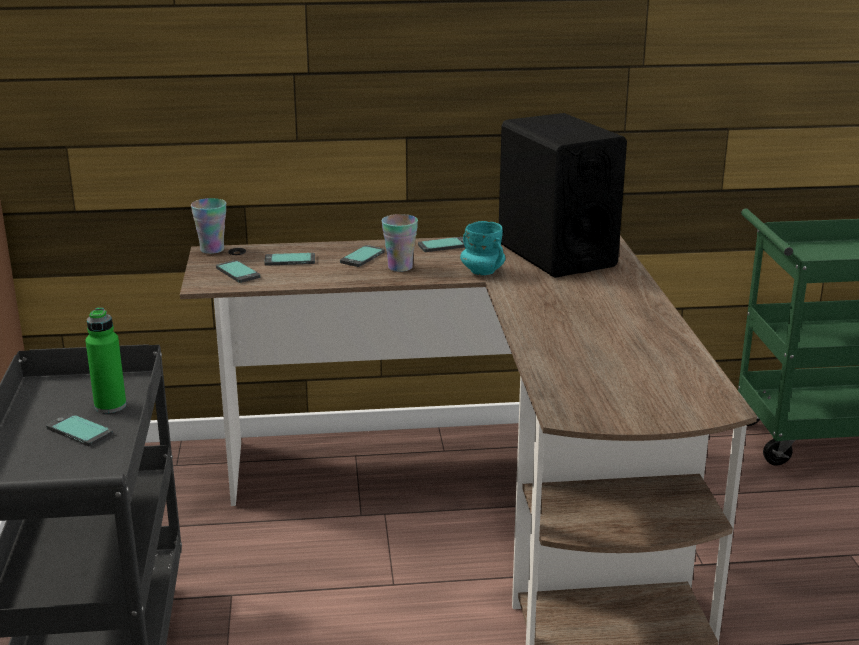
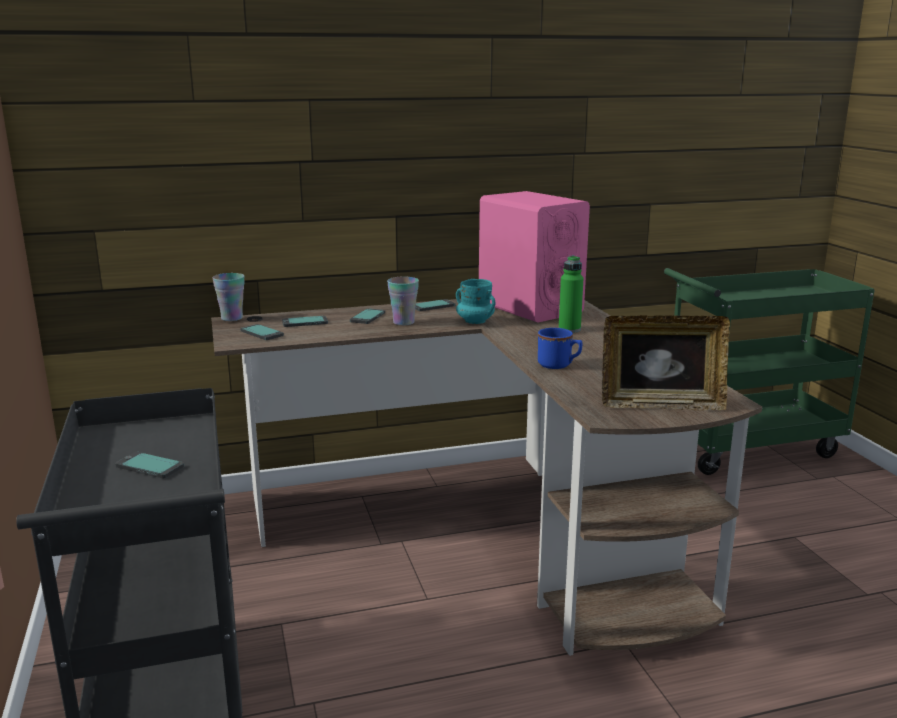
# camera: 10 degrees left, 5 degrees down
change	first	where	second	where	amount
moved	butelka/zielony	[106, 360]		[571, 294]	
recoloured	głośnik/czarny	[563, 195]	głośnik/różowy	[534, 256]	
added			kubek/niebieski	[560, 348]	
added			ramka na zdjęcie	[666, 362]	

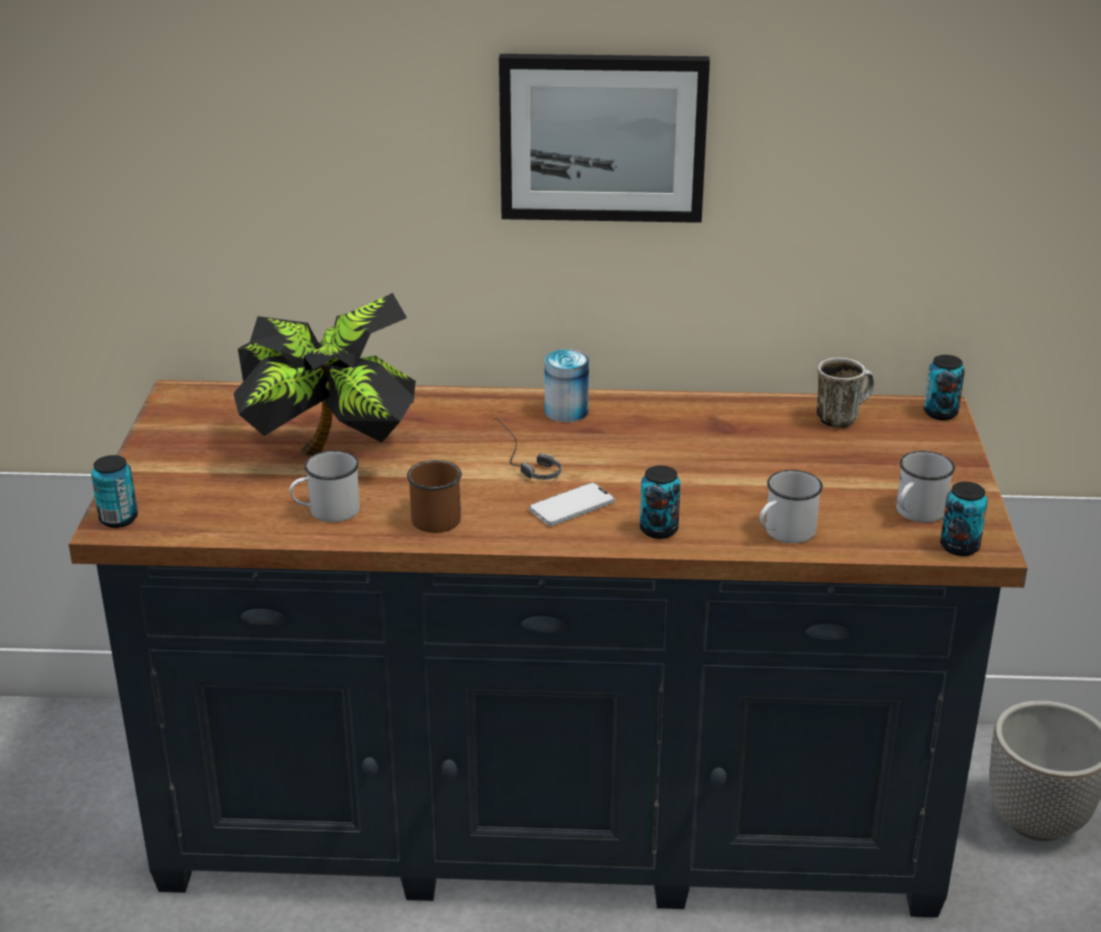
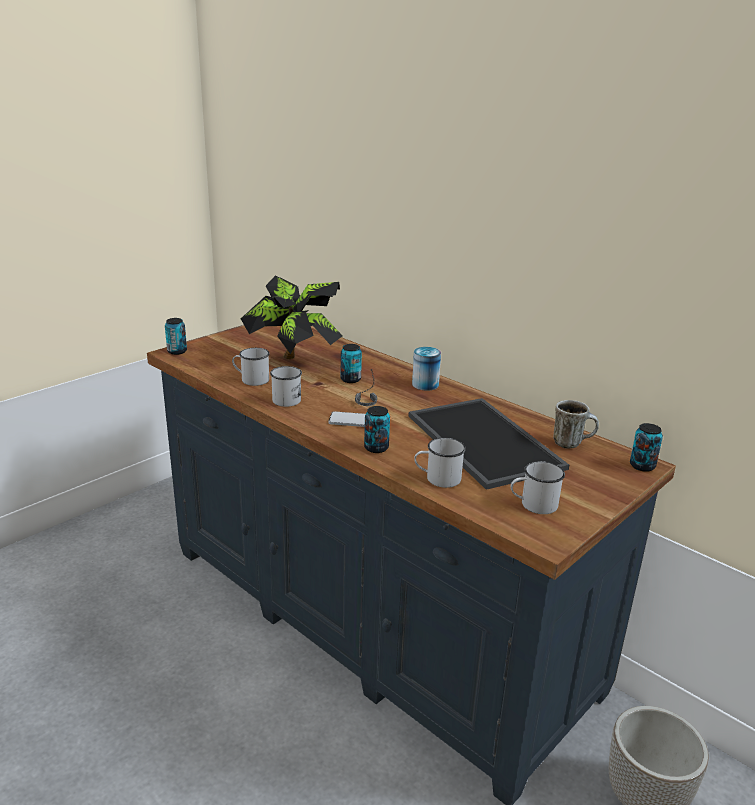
# camera: 40 degrees right, 5 degrees down
change	first	where	second	where	amount
recoloured	kubek/brązowy	[434, 496]	kubek/biały	[286, 386]	
removed	obraz	[604, 138]			
moved	puszka	[964, 519]		[351, 363]	
added			taca	[489, 444]	

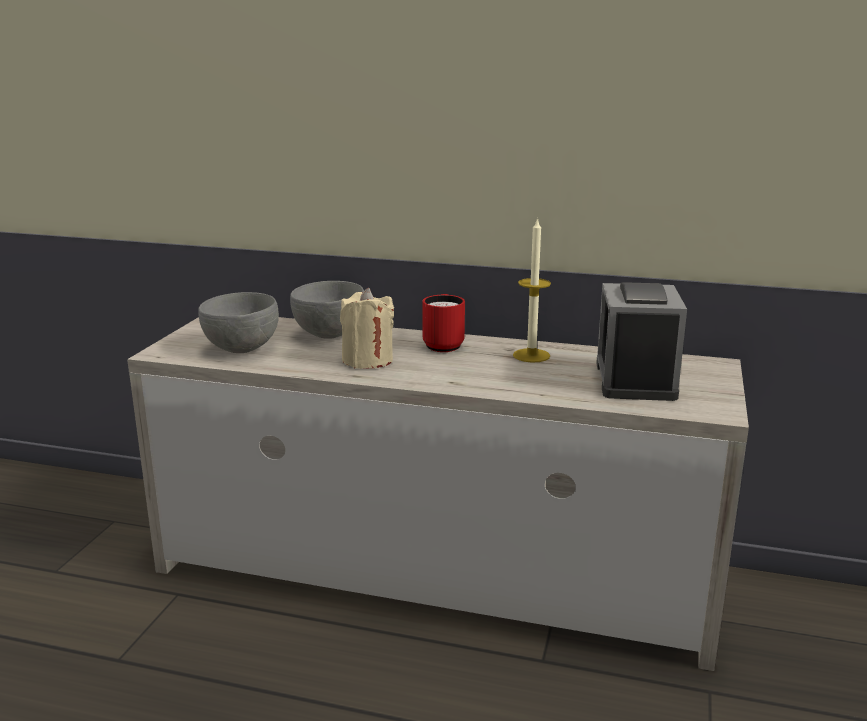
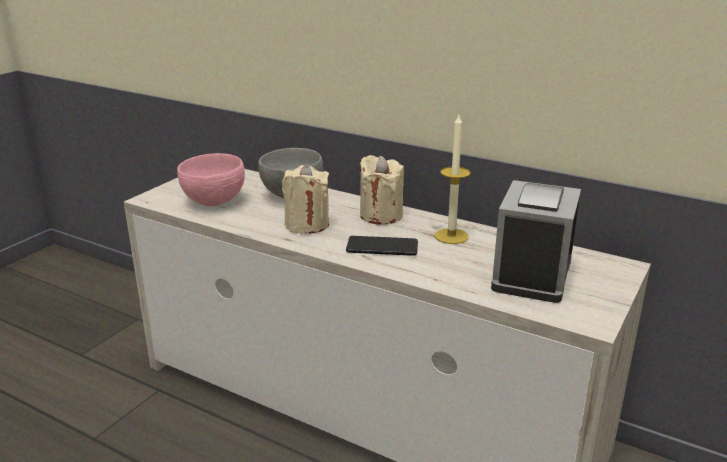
# camera: 15 degrees right, 5 degrees up
change	first	where	second	where	amount
recoloured	miska/szary	[238, 322]	miska/różowy	[211, 179]	
replaced	kubek/czerwony	[443, 323]	świeca/beżowy	[382, 190]	
added			telefon	[382, 246]	

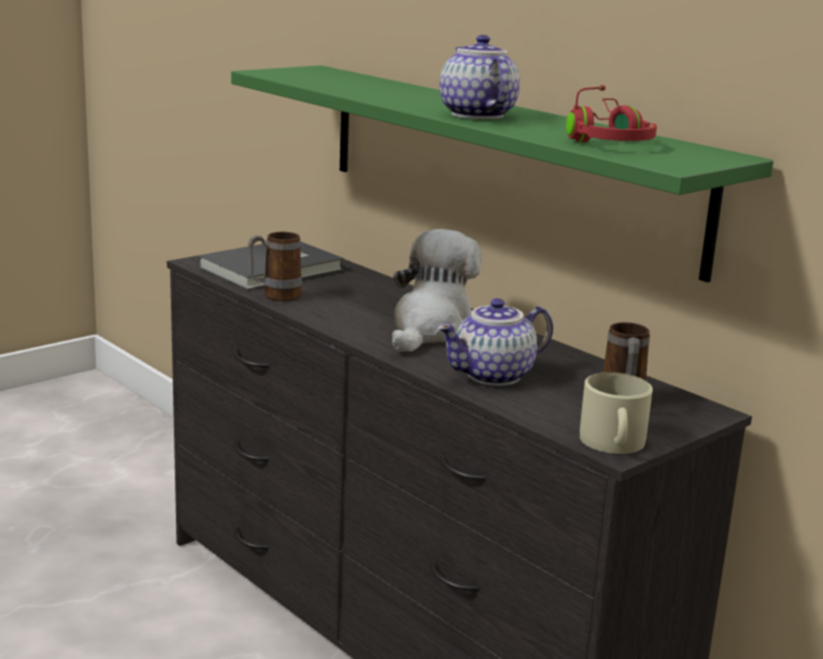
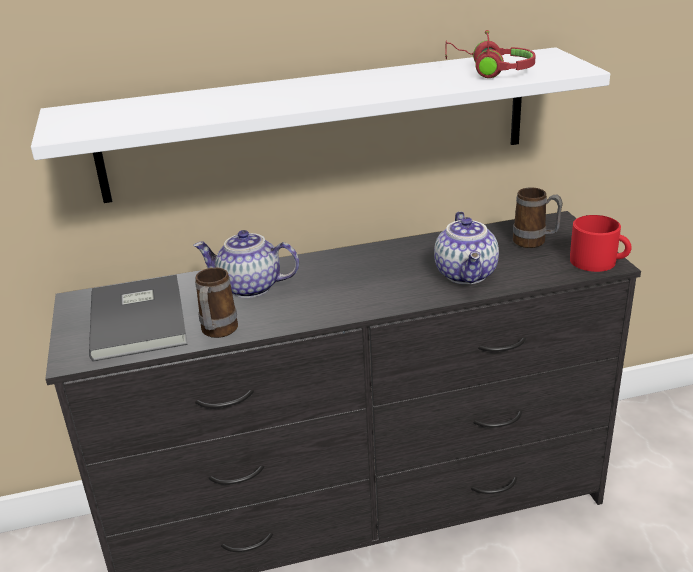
# camera: 60 degrees left, 10 degrees up
change	first	where	second	where	amount
recoloured	półka/zielony	[502, 174]	półka/biały	[320, 125]	
removed	pluszak	[437, 290]			
moved	imbryk	[480, 77]		[246, 264]	
recoloured	kubek/beżowy	[616, 413]	kubek/czerwony	[601, 243]	

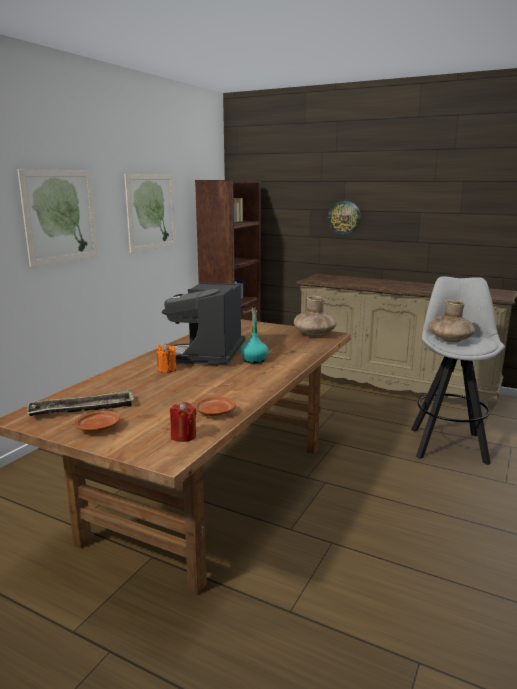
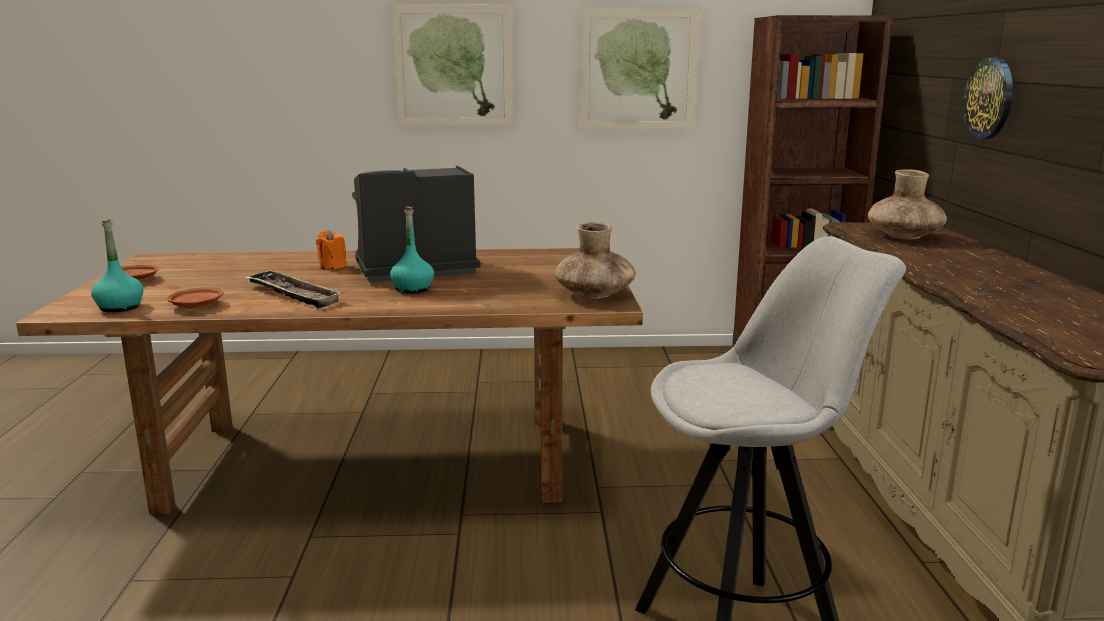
# camera: 60 degrees right, 0 degrees up
change	first	where	second	where	amount
moved	taca	[80, 403]		[293, 288]	
replaced	świeca/czerwony	[183, 422]	butelka/turkusowy	[117, 265]	
moved	wazon/brązowy	[452, 321]		[907, 204]	

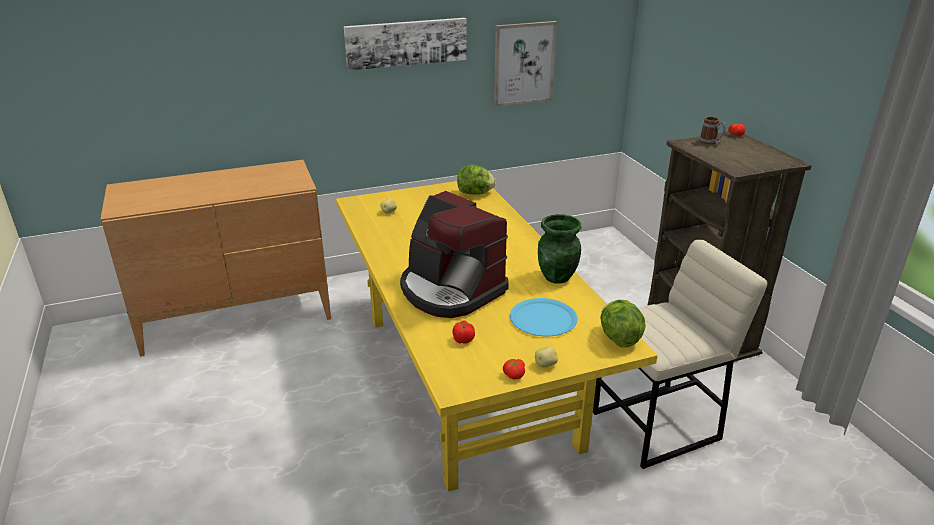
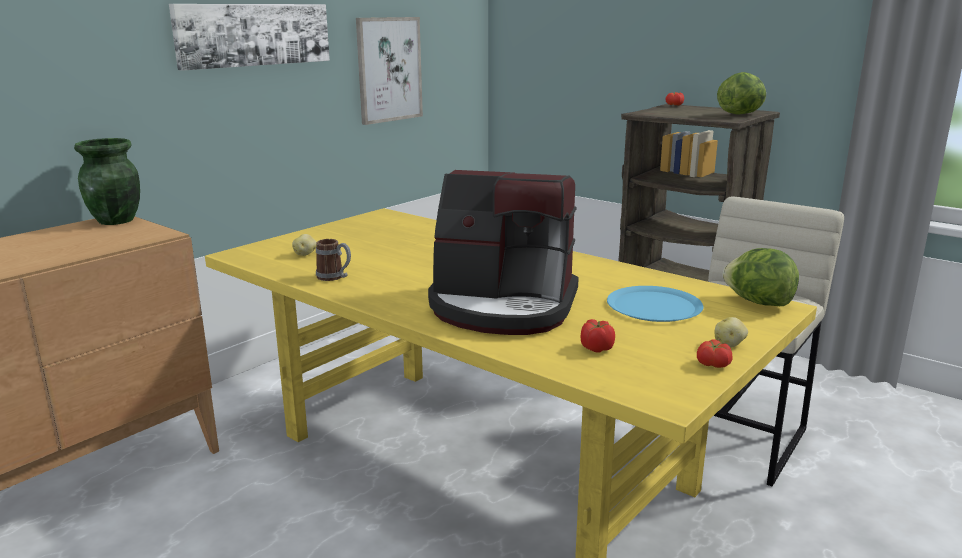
# camera: 30 degrees left, 10 degrees down
change	first	where	second	where	amount
moved	sałata	[476, 180]		[741, 93]	
moved	wazon/zielony	[560, 249]		[107, 181]	
moved	kubek	[712, 131]		[333, 260]	

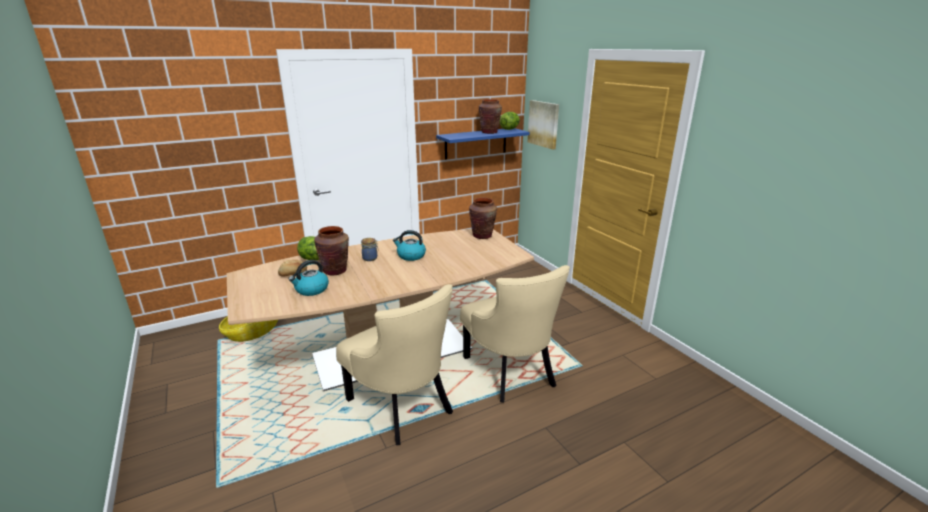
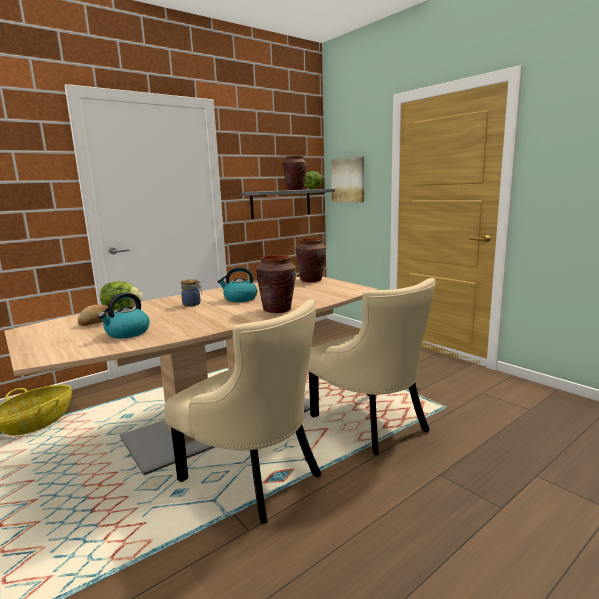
# camera: 10 degrees left, 10 degrees down
change	first	where	second	where	amount
moved	wazon/brązowy	[331, 250]		[276, 284]	
recoloured	półka/niebieski	[483, 143]	półka/szary	[288, 204]	

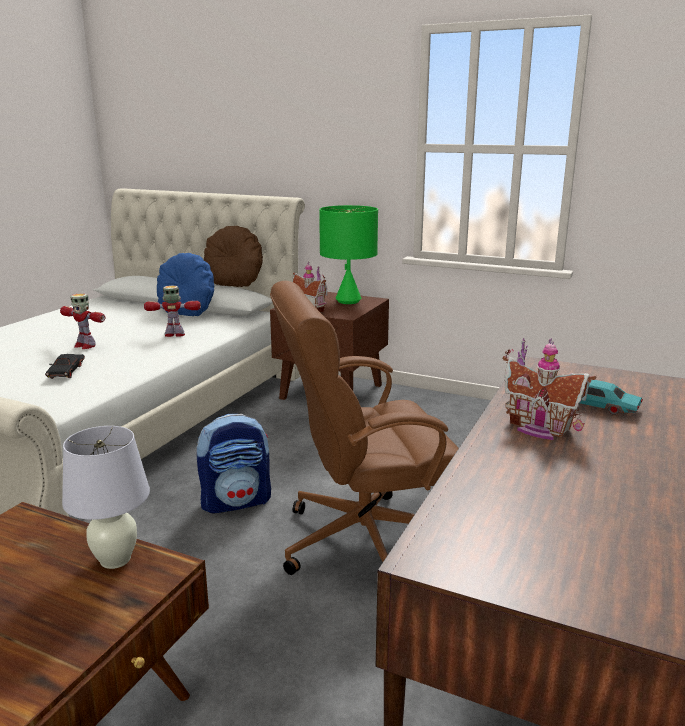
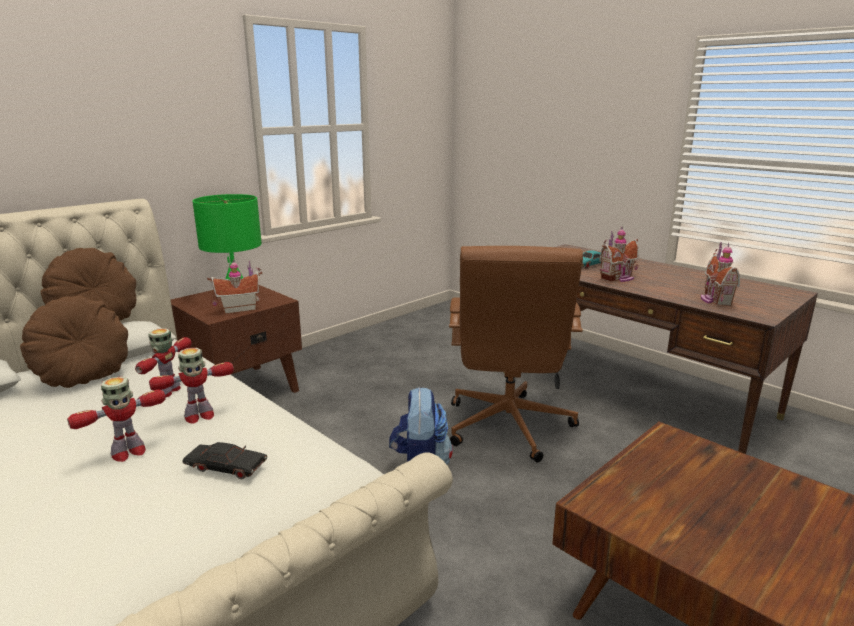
# camera: 70 degrees left, 0 degrees up
change	first	where	second	where	amount
removed	lampa stołowa/biały	[106, 497]			
recoloured	poduszka/niebieski	[185, 284]	poduszka/brązowy	[74, 342]	
added			robot zabawkowy	[191, 386]	
added			domek	[720, 273]	

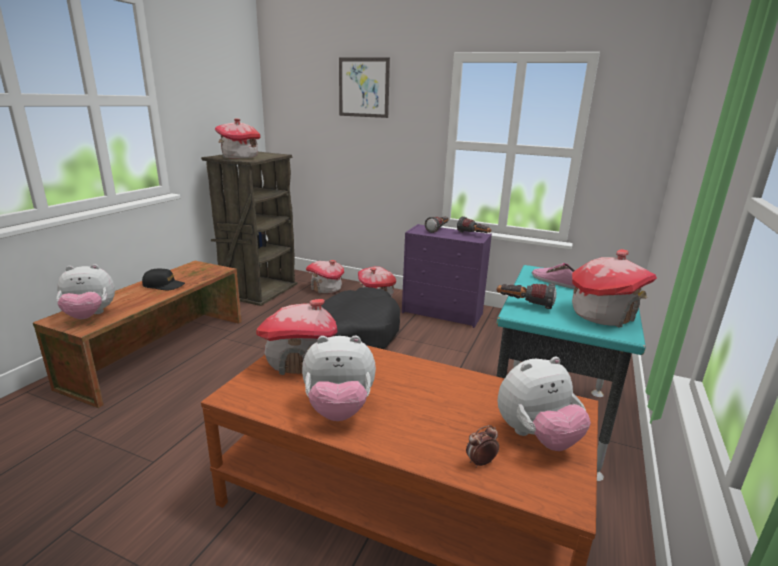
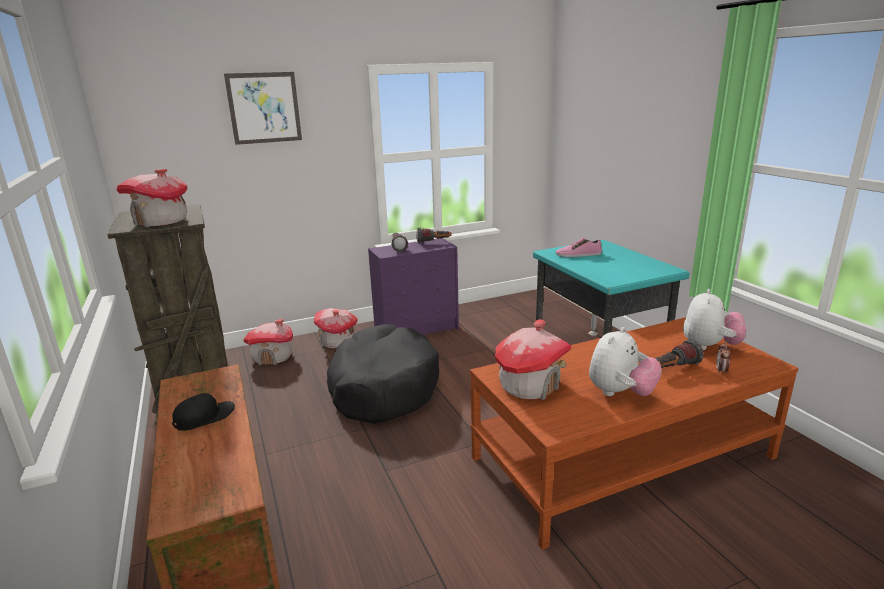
# camera: 45 degrees left, 0 degrees up
change	first	where	second	where	amount
removed	pluszak	[85, 291]			
moved	latarka	[526, 296]		[680, 354]	
removed	domek	[614, 288]			

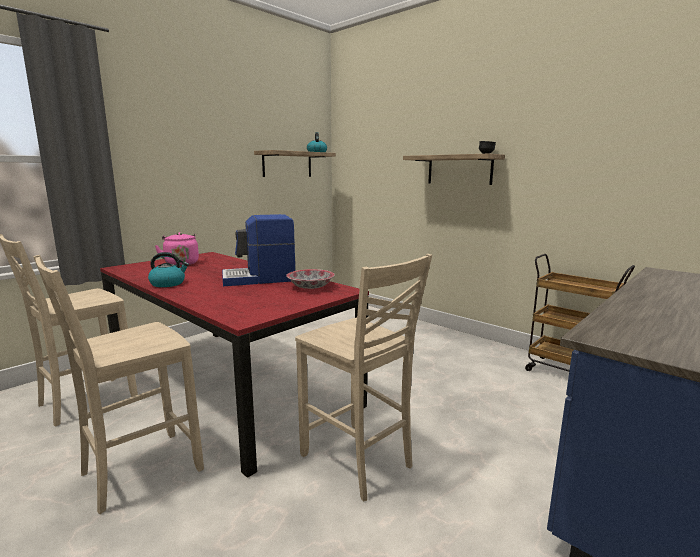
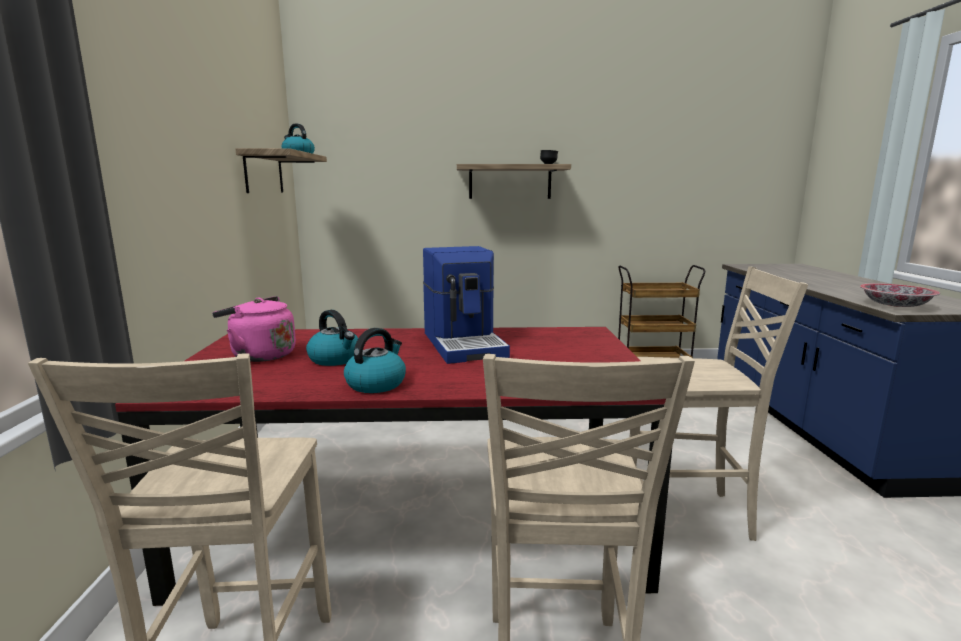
# camera: 45 degrees left, 0 degrees up
change	first	where	second	where	amount
turned	ekspres do kawy	[258, 250]		[466, 305]	45 degrees counterclockwise
moved	miska	[310, 279]		[900, 295]	
added			czajnik	[332, 338]	

